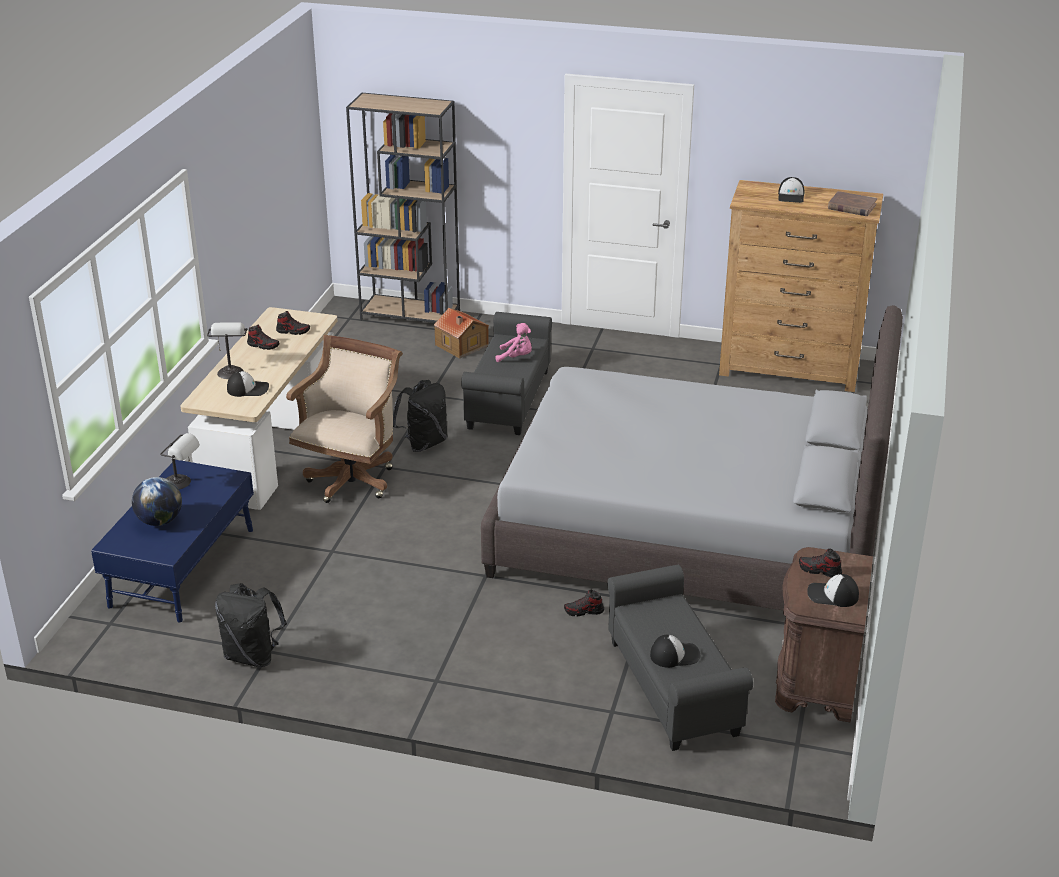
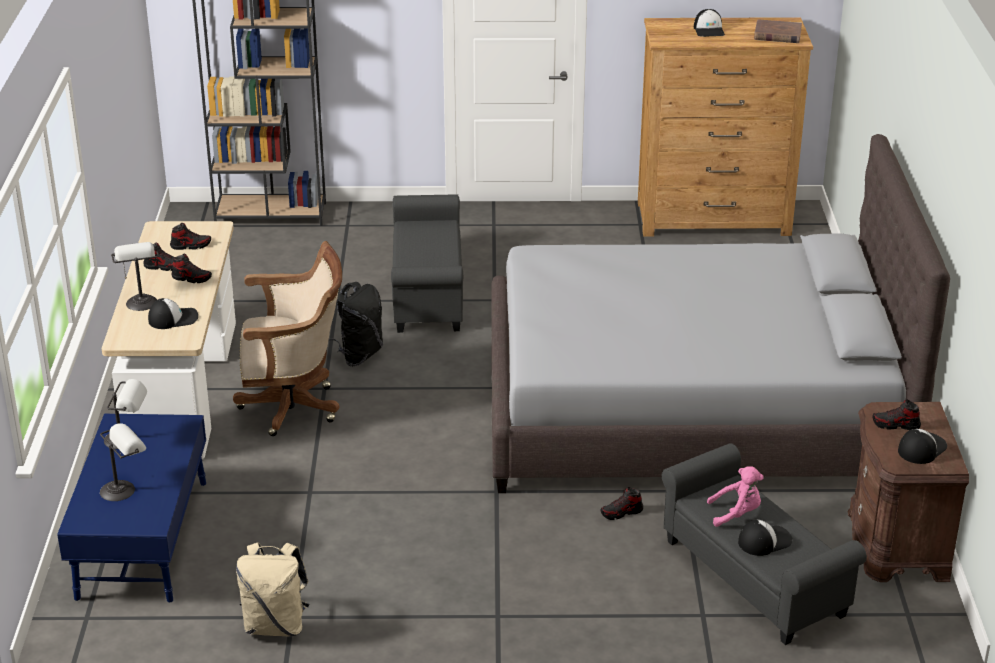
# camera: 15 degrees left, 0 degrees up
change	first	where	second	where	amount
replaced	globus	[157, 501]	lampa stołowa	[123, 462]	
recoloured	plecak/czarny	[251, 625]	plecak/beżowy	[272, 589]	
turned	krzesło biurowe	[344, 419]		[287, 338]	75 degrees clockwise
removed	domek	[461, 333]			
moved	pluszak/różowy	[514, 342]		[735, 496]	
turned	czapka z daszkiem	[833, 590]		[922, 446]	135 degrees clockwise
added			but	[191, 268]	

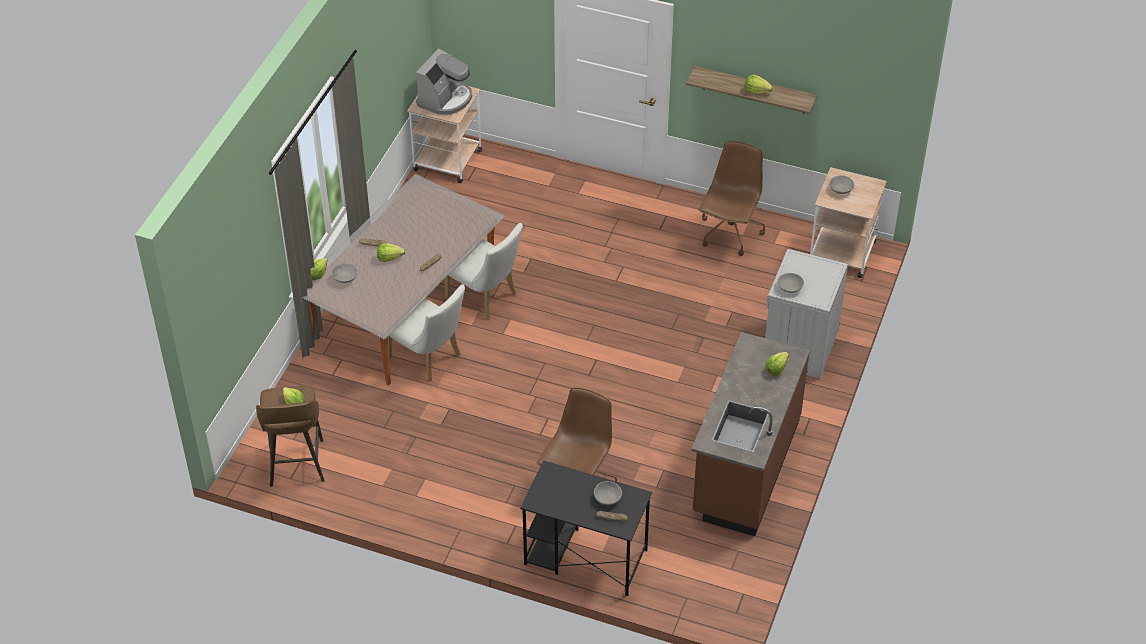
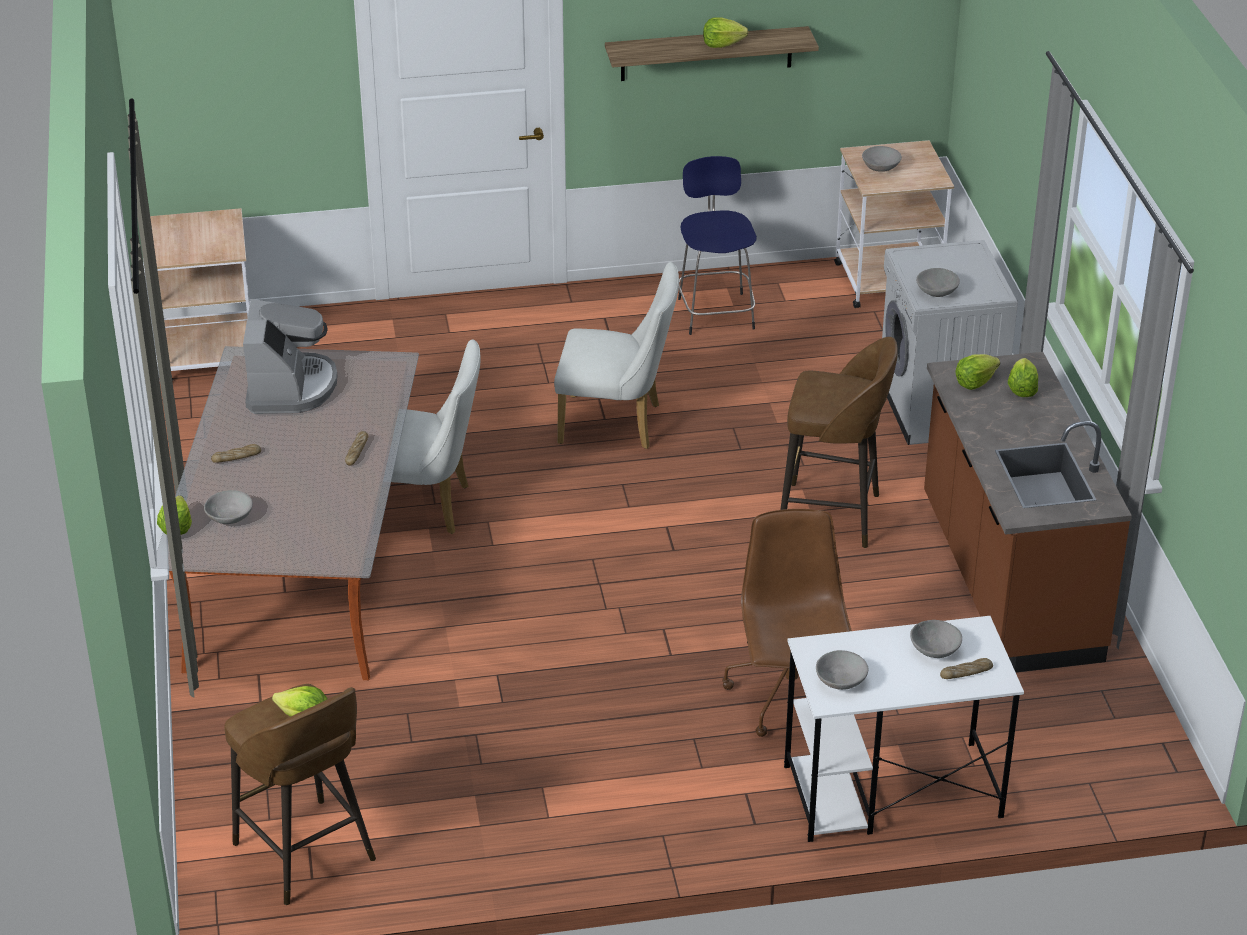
# camera: 30 degrees left, 10 degrees down
change	first	where	second	where	amount
moved	sałata	[391, 252]		[977, 372]	
moved	krzesło/biały	[426, 333]		[616, 355]	
moved	ekspres do kawy	[444, 81]		[290, 356]	
recoloured	biurko/czarny	[586, 528]	biurko/biały	[904, 729]	
replaced	krzesło biurowe/brązowy	[731, 198]	stołek/niebieski	[717, 245]	
added			stołek/brązowy	[839, 442]	
added			miska/szary	[842, 670]	

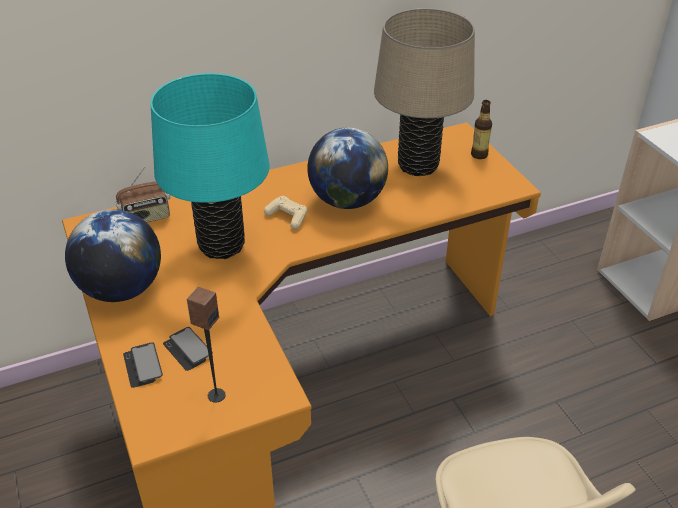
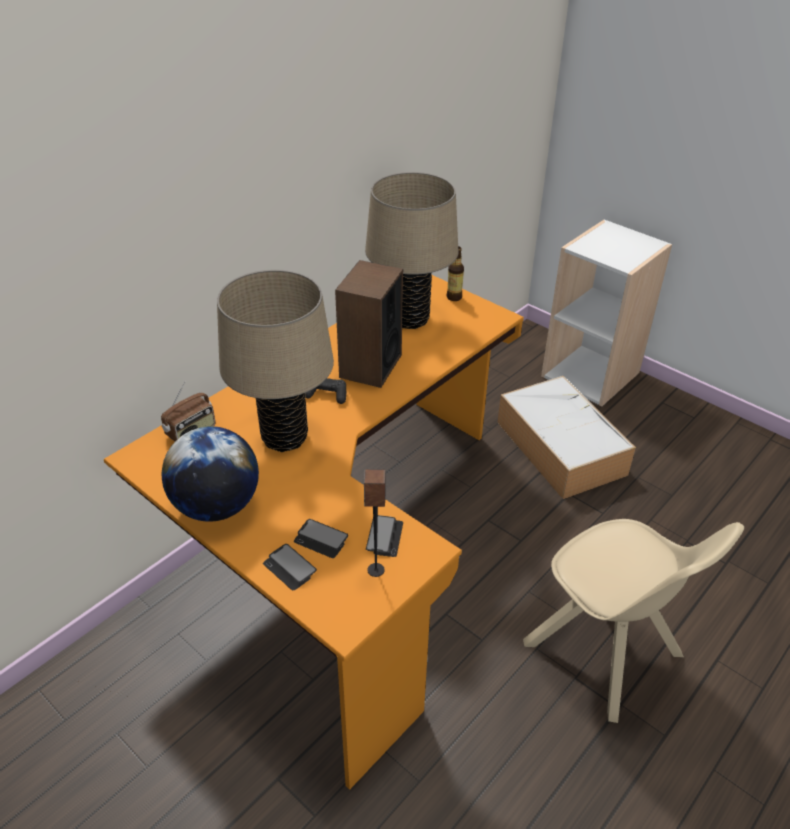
# camera: 25 degrees left, 0 degrees up
change	first	where	second	where	amount
recoloured	lampa stołowa/turkusowy	[210, 166]	lampa stołowa/beżowy	[275, 361]	
recoloured	pad do gier/beżowy	[285, 212]	pad do gier/czarny	[325, 391]	
replaced	globus	[347, 168]	głośnik	[369, 324]	
added			telefon	[384, 536]	
added			pojemnik do przechowywania	[566, 437]	

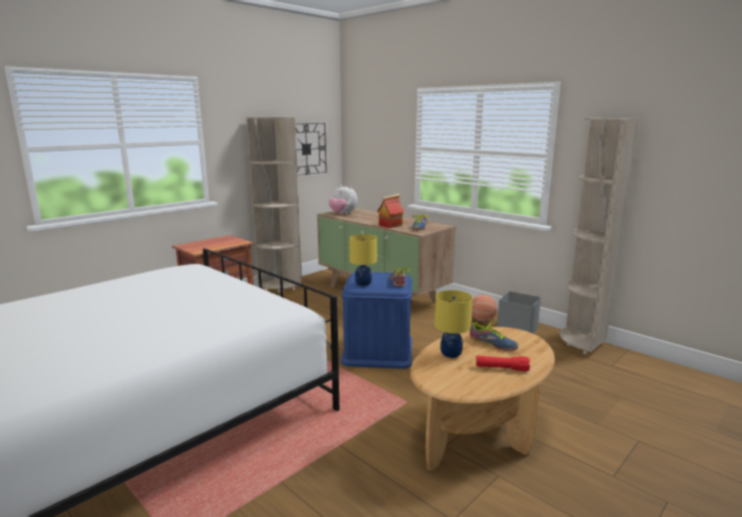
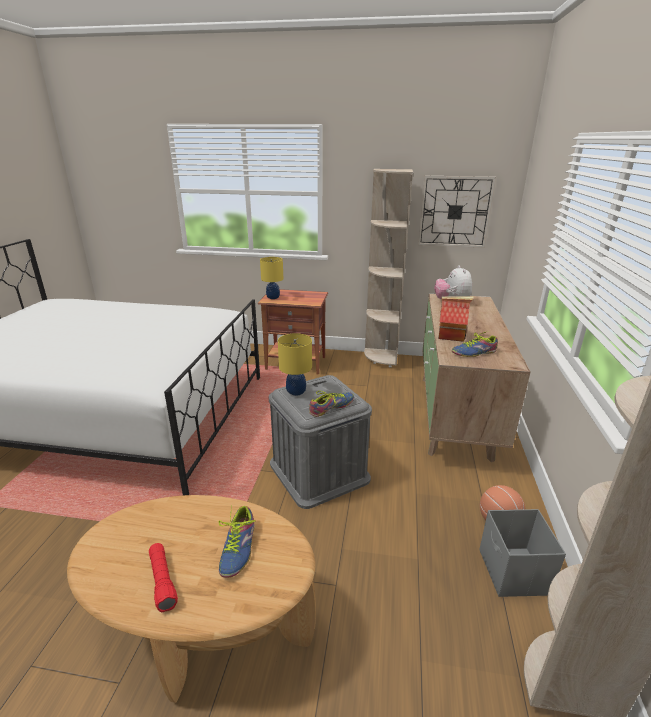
# camera: 55 degrees right, 10 degrees up
change	first	where	second	where	amount
recoloured	pojemnik do przechowywania/niebieski	[376, 320]	pojemnik do przechowywania/szary	[320, 442]	
moved	lampa stołowa/żółty	[454, 324]		[271, 278]	

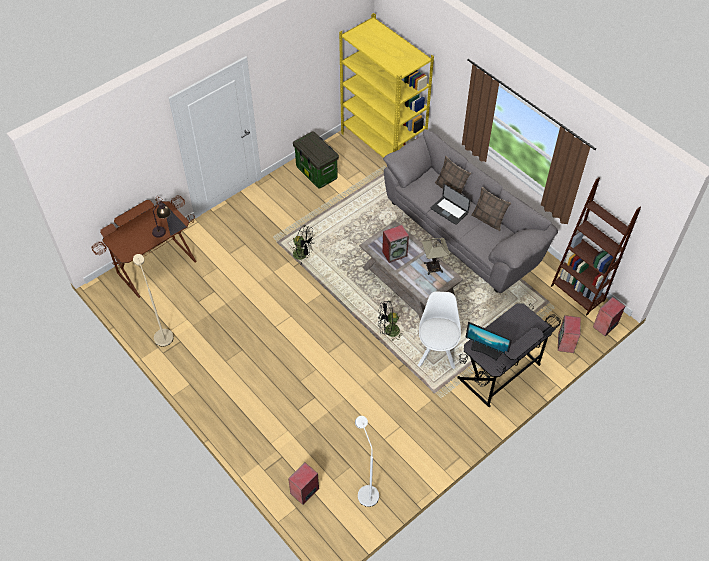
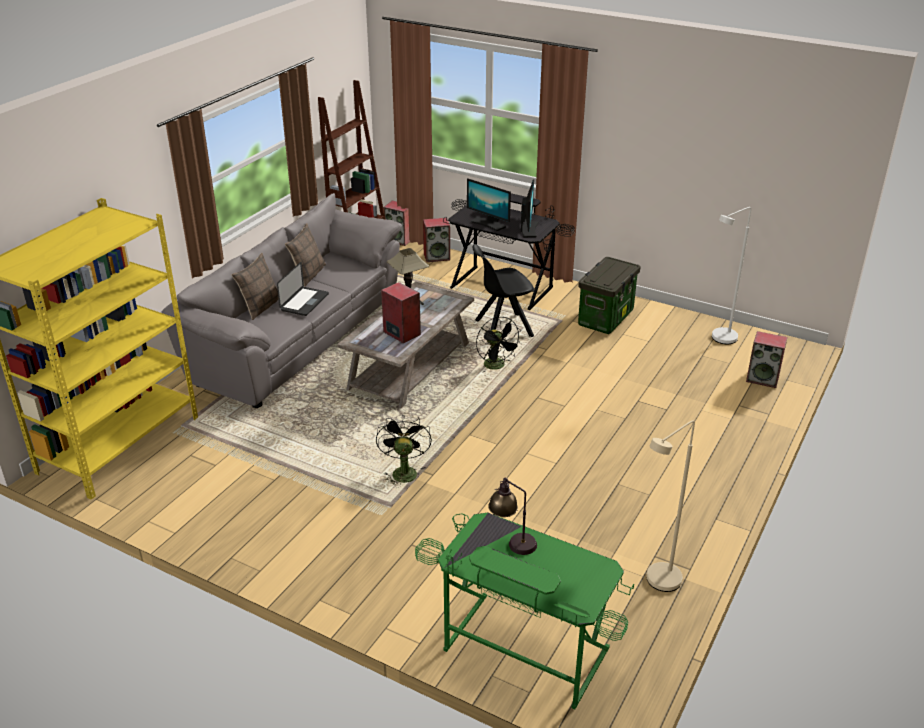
# camera: 110 degrees left, 20 degrees down
change	first	where	second	where	amount
recoloured	biurko/brązowy	[144, 247]	biurko/zielony	[524, 611]	
moved	pojemnik do przechowywania	[316, 160]		[609, 295]	
recoloured	krzesło/biały	[439, 330]	krzesło/czarny	[503, 293]	
added			monitor	[489, 204]	

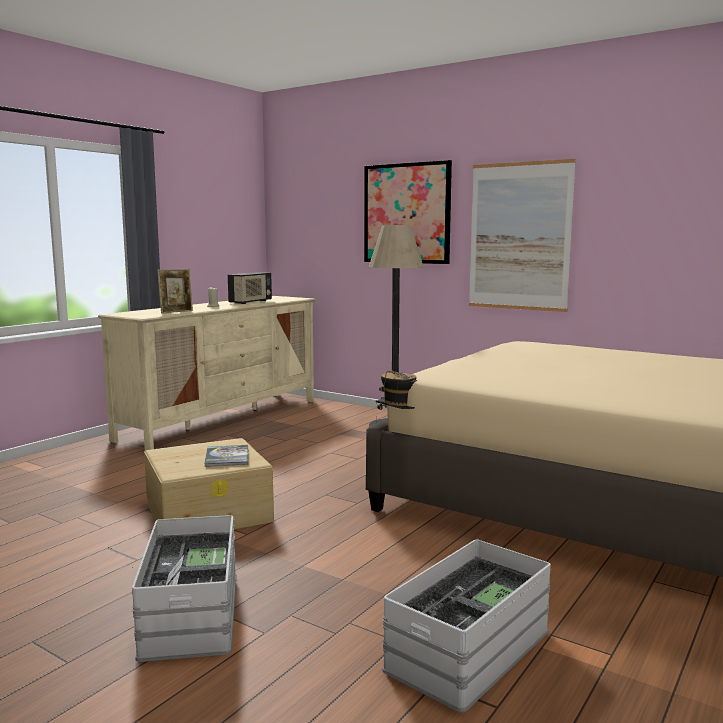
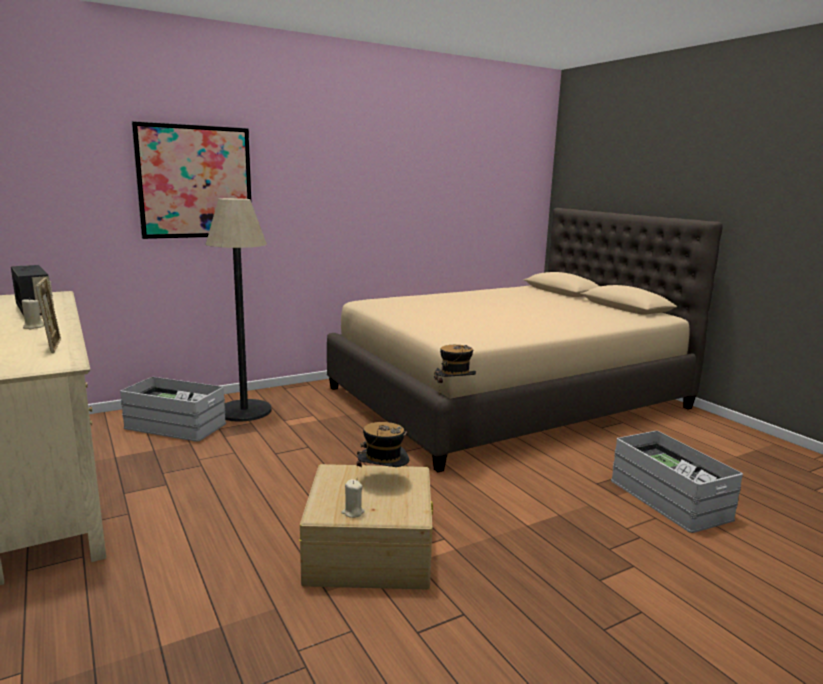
# camera: 65 degrees left, 5 degrees up
change	first	where	second	where	amount
moved	pojemnik do przechowywania/szary	[184, 588]		[173, 409]	
replaced	książka	[226, 456]	kapelusz	[383, 451]	
removed	obraz	[522, 235]			
added			świeca/beżowy	[352, 498]	

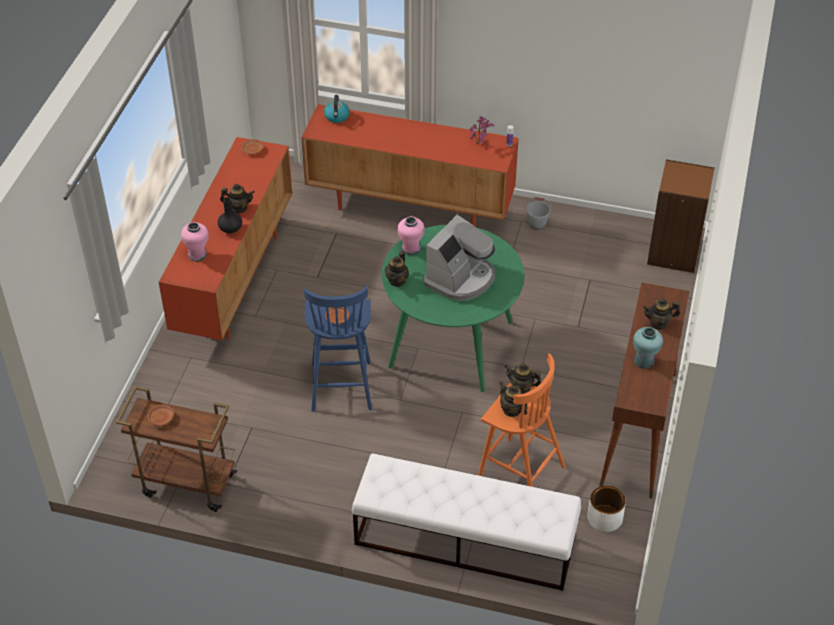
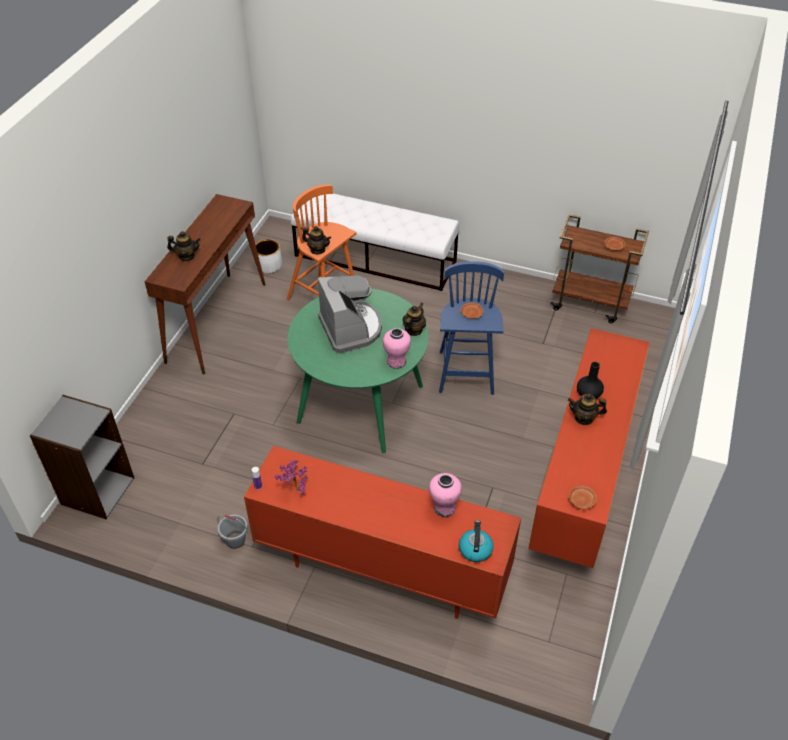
# camera: 175 degrees left, 0 degrees up
change	first	where	second	where	amount
moved	wazon/różowy	[195, 242]		[445, 495]	
turned	ekspres do kawy	[459, 258]		[350, 314]	120 degrees clockwise
removed	imbryk	[513, 399]			
removed	wazon/turkusowy	[648, 348]			
recoloured	regał/brązowy	[681, 216]	regał/szary	[82, 457]	

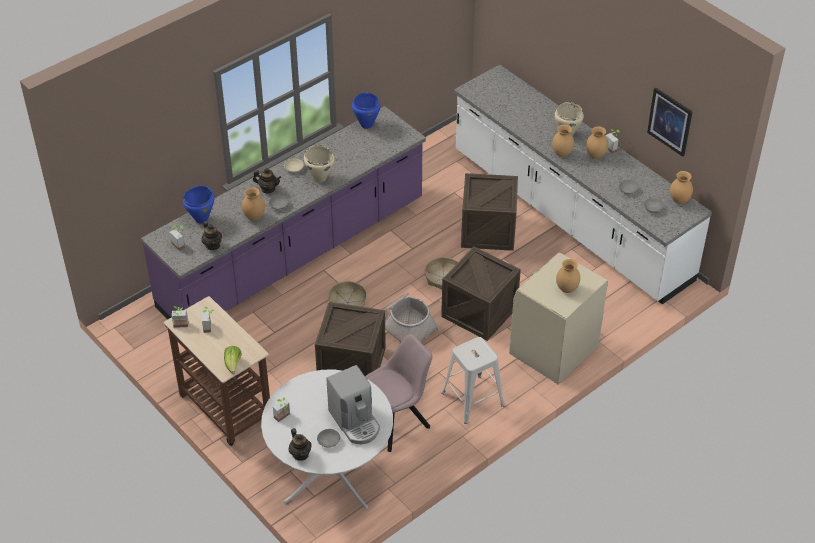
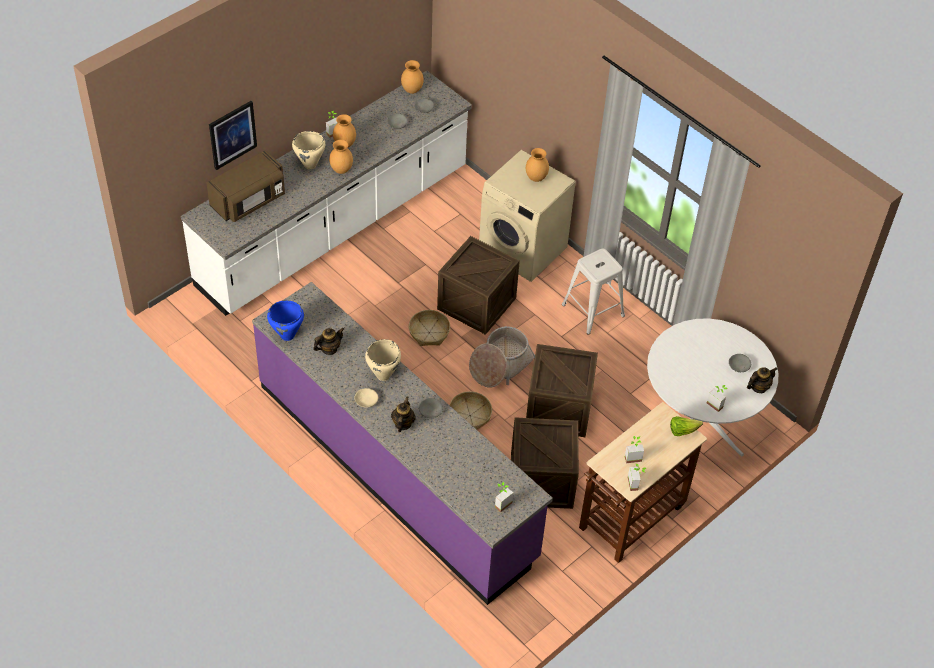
# camera: 95 degrees left, 5 degrees up
change	first	where	second	where	amount
removed	garnek/niebieski	[198, 205]			
moved	imbryk	[211, 235]		[328, 341]	
removed	wazon/brązowy	[253, 204]			
removed	ekspres do kawy	[353, 404]			
removed	krzesło/różowy	[398, 393]			
moved	skrzynka	[489, 212]		[545, 463]	
moved	obraz	[670, 122]		[233, 135]	
added			mikrofalówka/brązowy	[245, 186]	

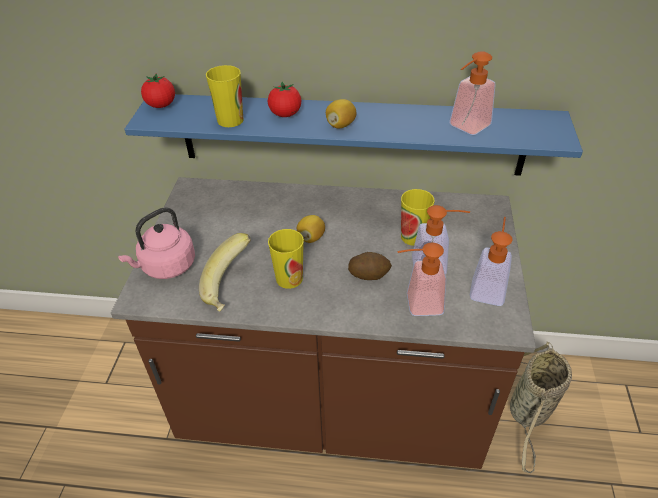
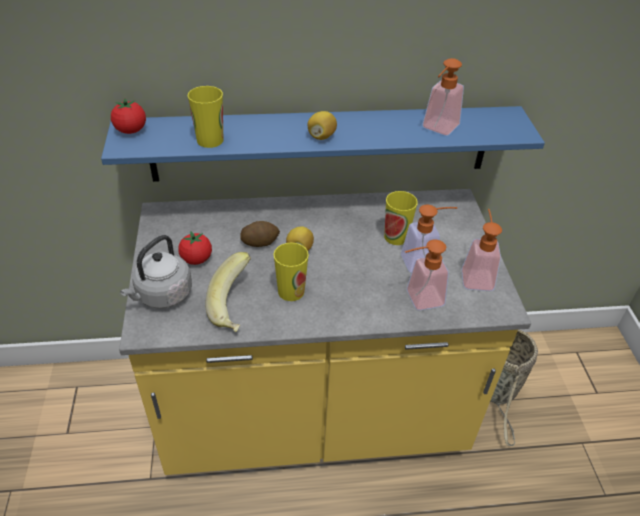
# camera: 15 degrees left, 0 degrees up
change	first	where	second	where	amount
recoloured	zabudowa kuchenna/brązowy	[323, 323]	zabudowa kuchenna/żółty	[325, 332]	
recoloured	czajnik/różowy	[156, 243]	czajnik/szary	[156, 272]	
moved	pomidor	[284, 99]		[195, 248]	
moved	ziemniak	[370, 266]		[260, 234]	

